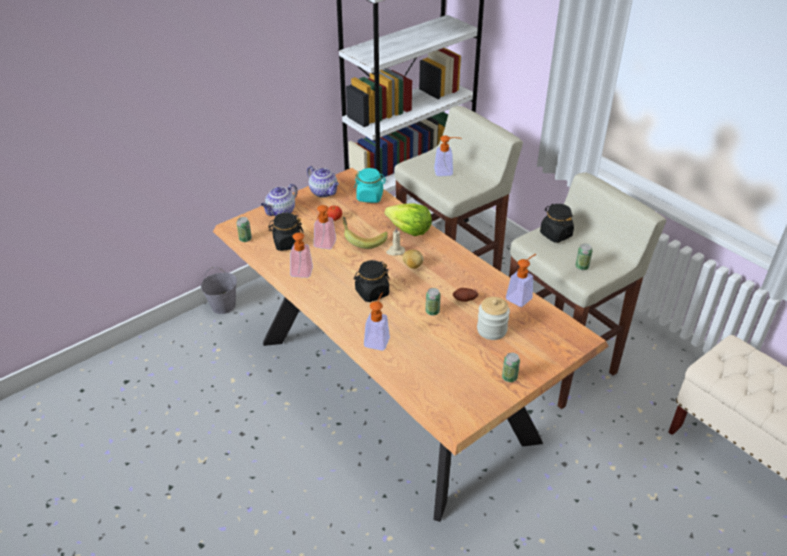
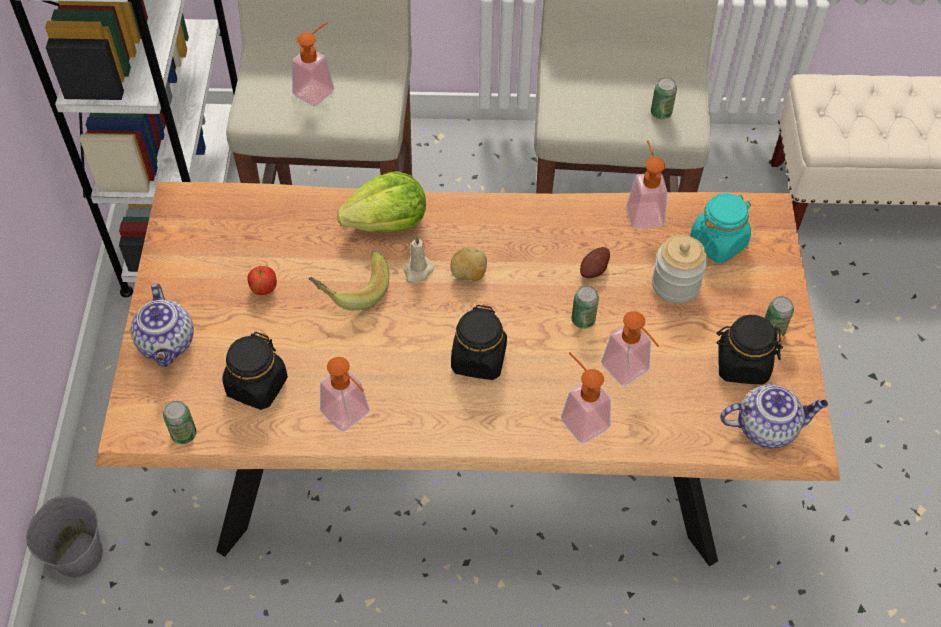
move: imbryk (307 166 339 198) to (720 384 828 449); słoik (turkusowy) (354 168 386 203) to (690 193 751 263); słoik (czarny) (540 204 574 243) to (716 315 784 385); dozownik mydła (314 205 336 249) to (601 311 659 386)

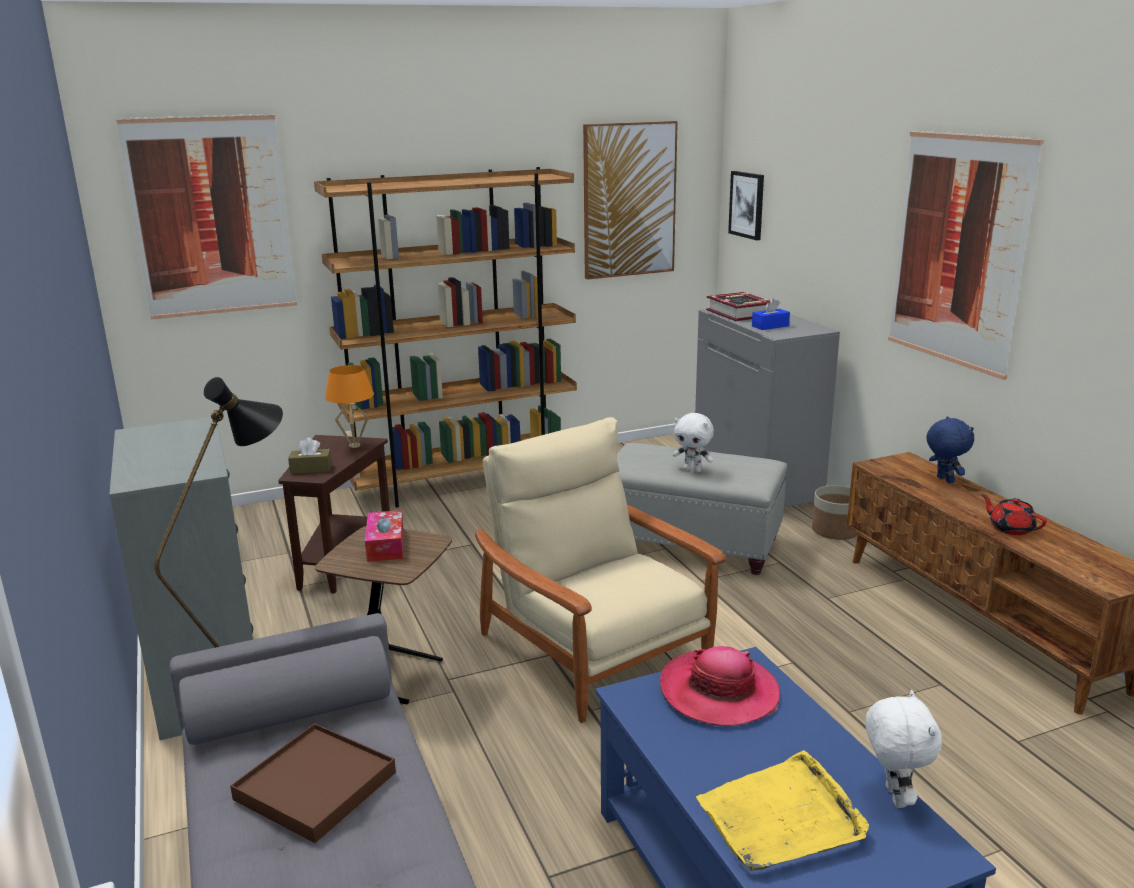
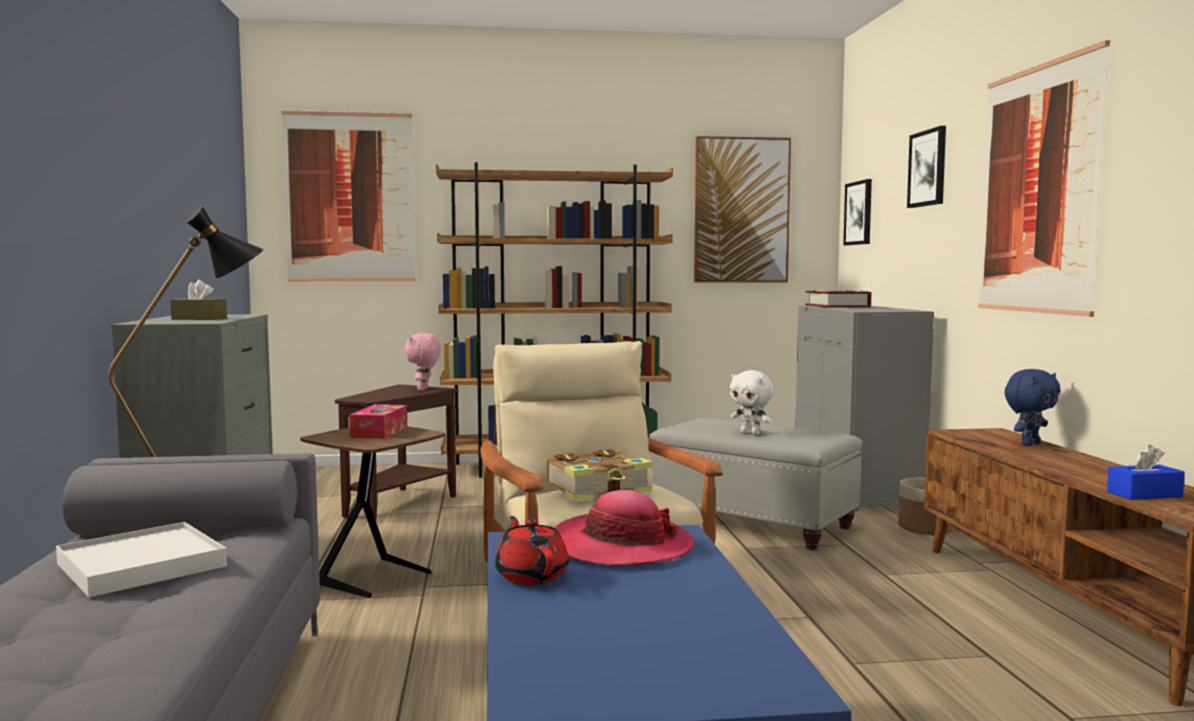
delete: pluszak (biały) (865 690 942 808); taca (żółty) (696 750 869 871)
insert: obraz (907 126 946 208); książka (546 449 652 502)
move: pudełko chusteczek (niebieski) (752 298 790 330) to (1107 445 1185 500); pudełko chusteczek (brązowy) (288 438 332 474) to (170 280 227 320); imbryk (czerwony) (982 495 1047 535) to (495 516 569 585)
replace: lampa stołowa (pomarańczowy) (325 365 374 448) to pluszak (różowy) (405 333 441 391)
recolor: taca (brązowy) (230 723 396 843) to taca (biały) (56 522 227 597)
rotate: pluszak (niebieski) (926 416 974 483) = (1004 369 1061 446) 60 degrees clockwise

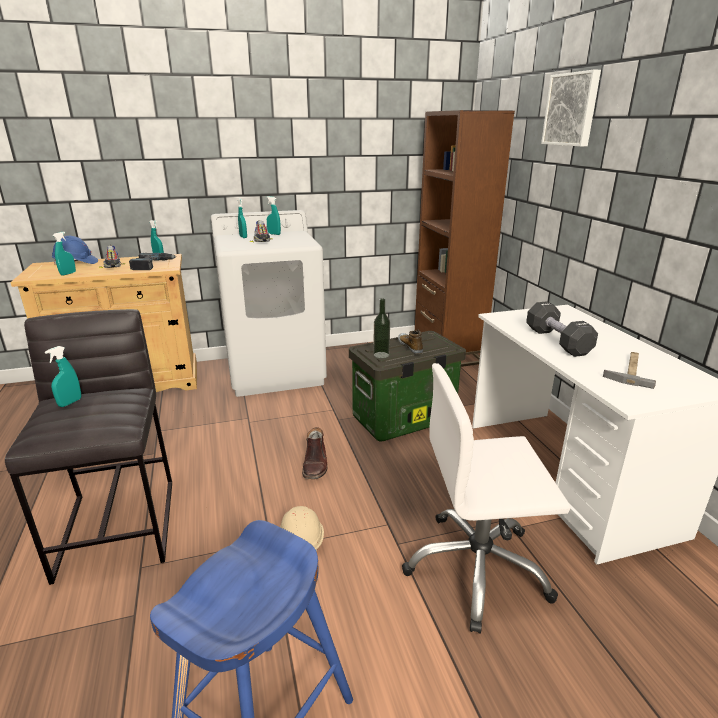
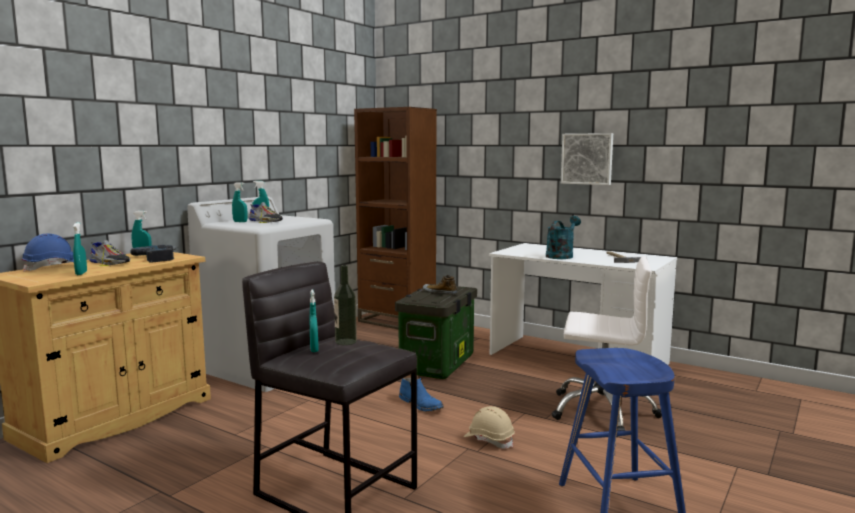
move: obraz (541 70 601 147) to (561 133 613 185); butelka (373 298 390 358) to (334 265 357 345)
replace: hantel (czarny) (526 301 598 357) to konewka (turkusowy) (546 216 581 259)
recolor: but z cholewką (brązowy) (302 427 328 479) to but z cholewką (niebieski) (399 374 444 411)
rotate: krzesło biurowe (biały) (402 363 570 634) = (552 256 662 431) 120 degrees counterclockwise

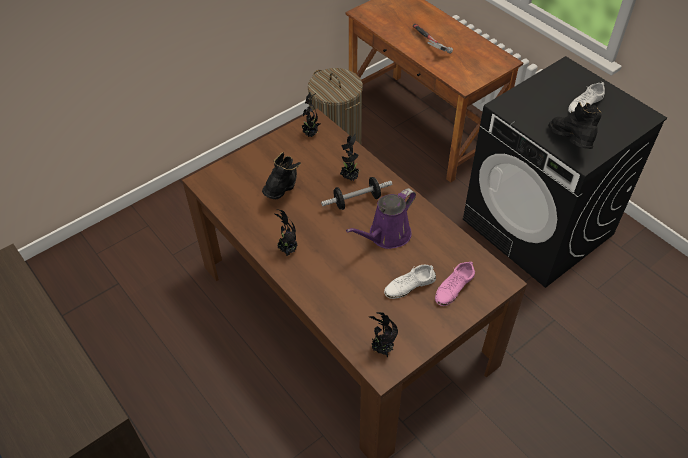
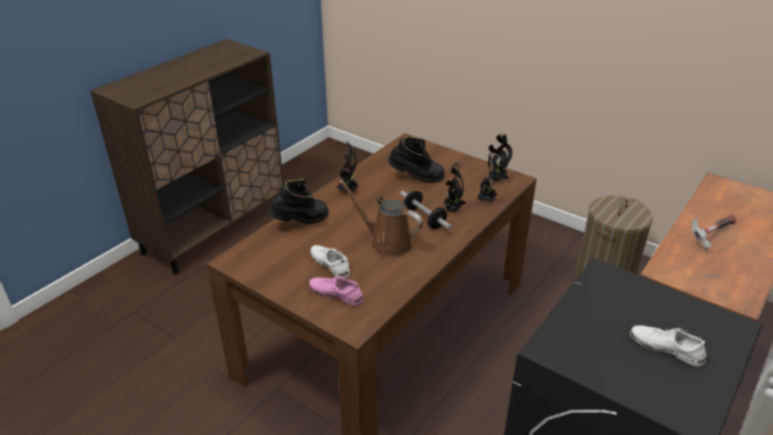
move: but z cholewką (czarny) (548 102 602 149) to (268 179 329 224); roślina doniczkowa (368 312 398 358) to (477 149 497 202)
recolor: konewka (fioletowy) (346 188 416 249) to konewka (brązowy) (340 180 423 257)

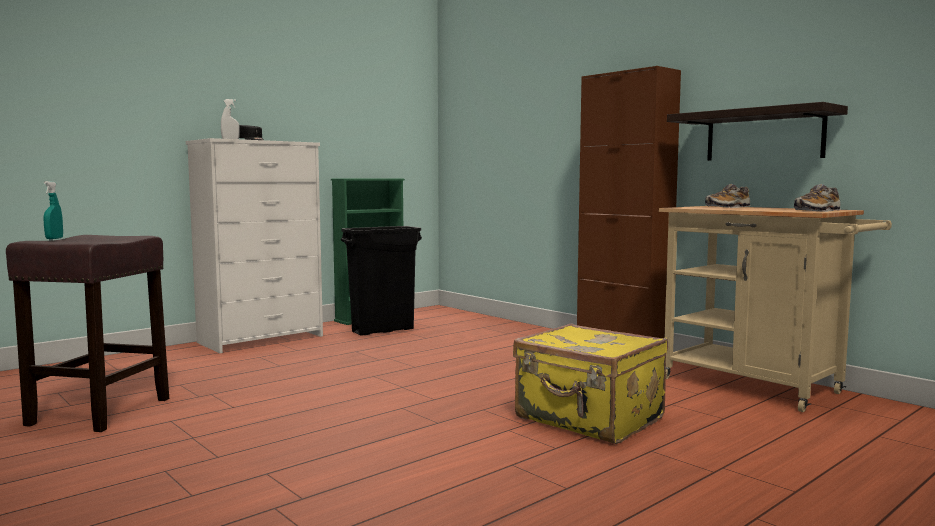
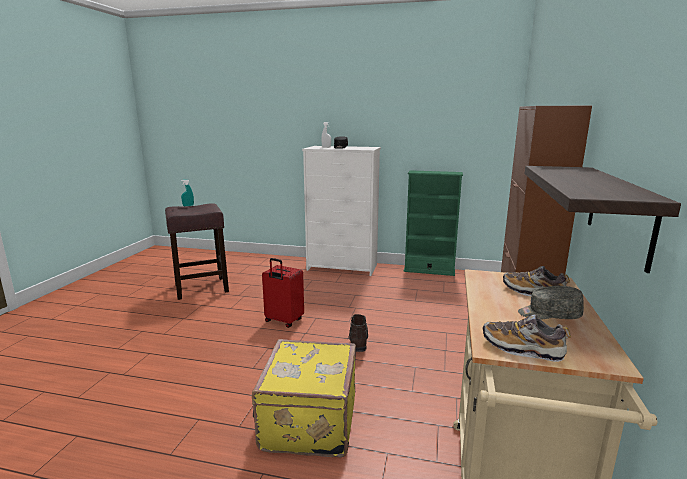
delete: kosz na śmieci (czarny) (341 226 422 336)
insert: walizka (czerwony) (262 258 304 328); czapka z daszkiem (szary) (518 286 584 320); but z cholewką (brązowy) (347 314 368 352)

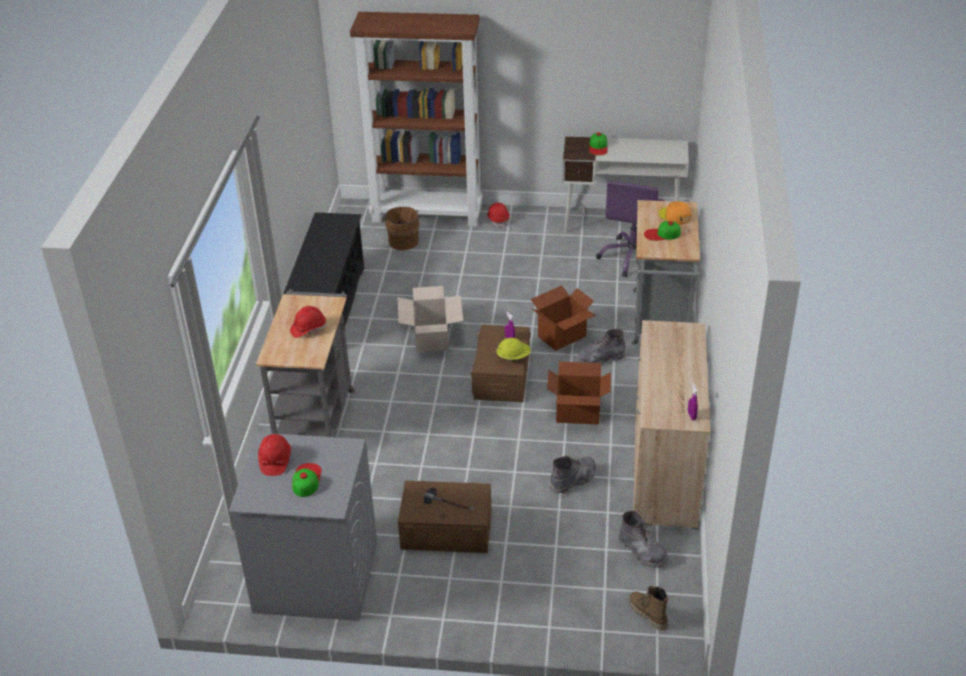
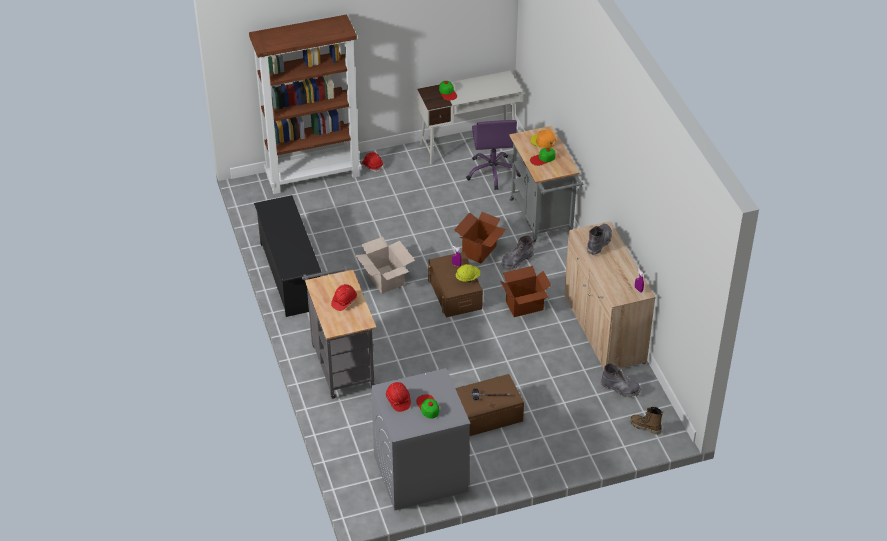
delete: wiadro (brązowy) (383 207 420 250)
move: but z cholewką (szary) (549 456 596 494) to (587 224 612 255)

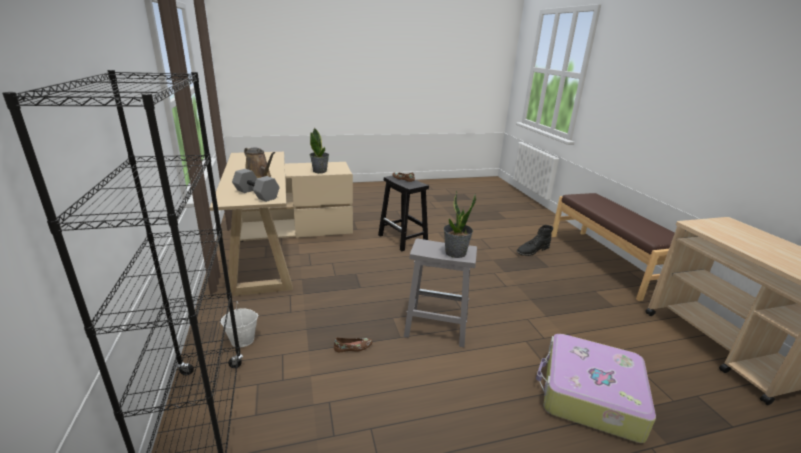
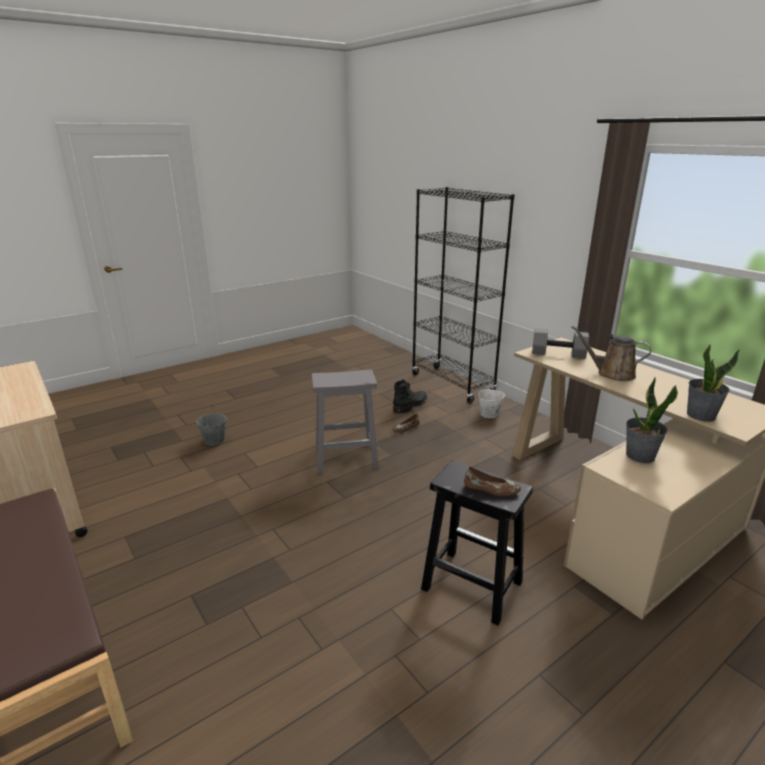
move: roślina doniczkowa (444 190 476 258) to (687 344 740 422); but z cholewką (czarny) (516 225 553 256) to (393 379 427 413)
replace: walizka (536 334 656 443) to wiadro (szary) (196 406 227 446)

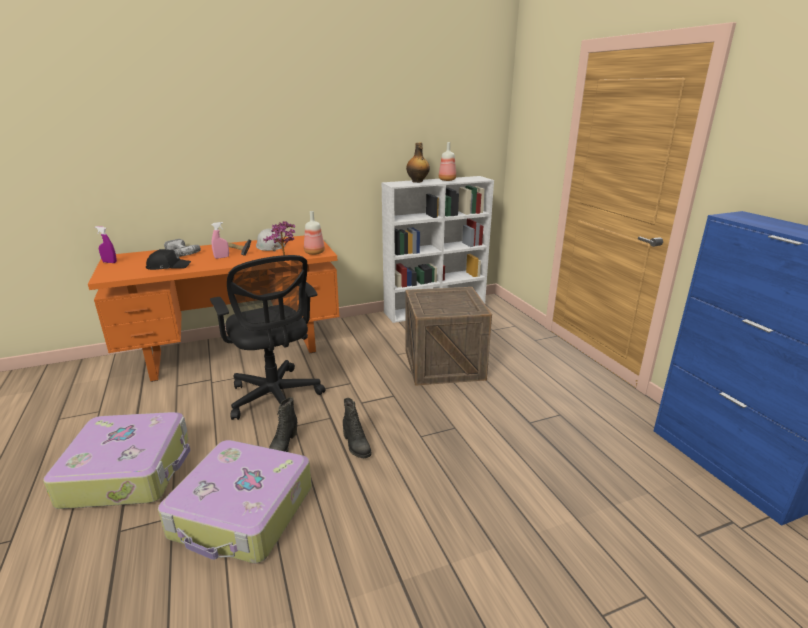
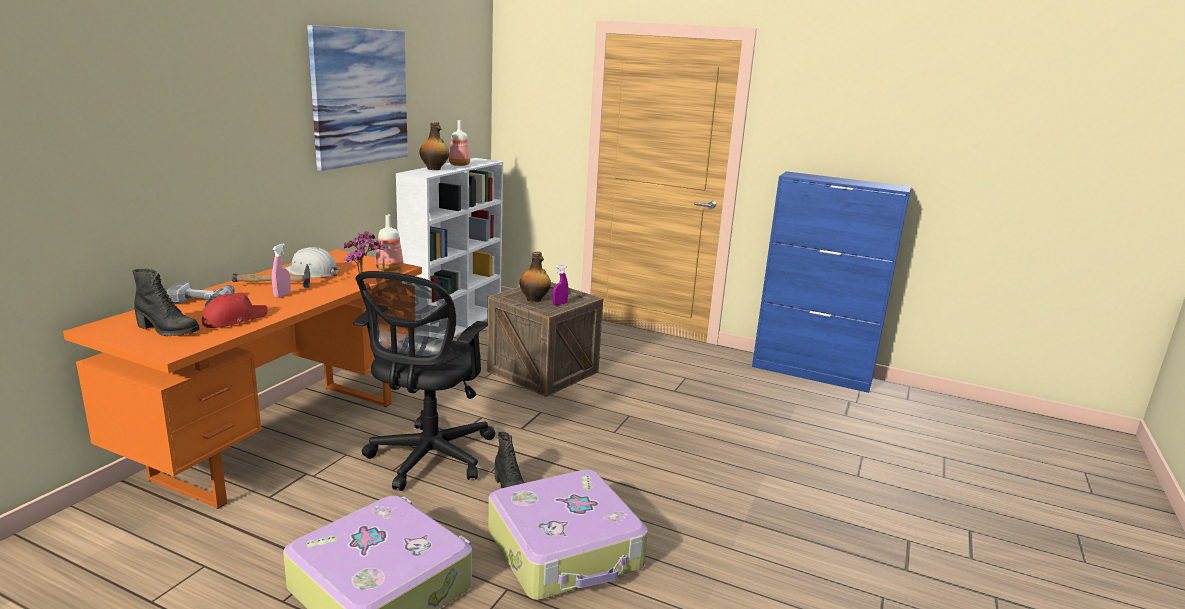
insert: obraz (307 25 408 171); butelka (519 251 551 302)
move: spryskiwacz (fioletowy) (95 226 117 263) to (552 265 568 305); but z cholewką (czarny) (343 398 372 459) to (132 269 200 336)
recolor: czapka z daszkiem (czarny) (146 249 191 270) to czapka z daszkiem (czerwony) (202 292 268 328)
rotate: krzesło biurowe (czarny) (210 255 326 420) = (353 271 495 491) 90 degrees clockwise

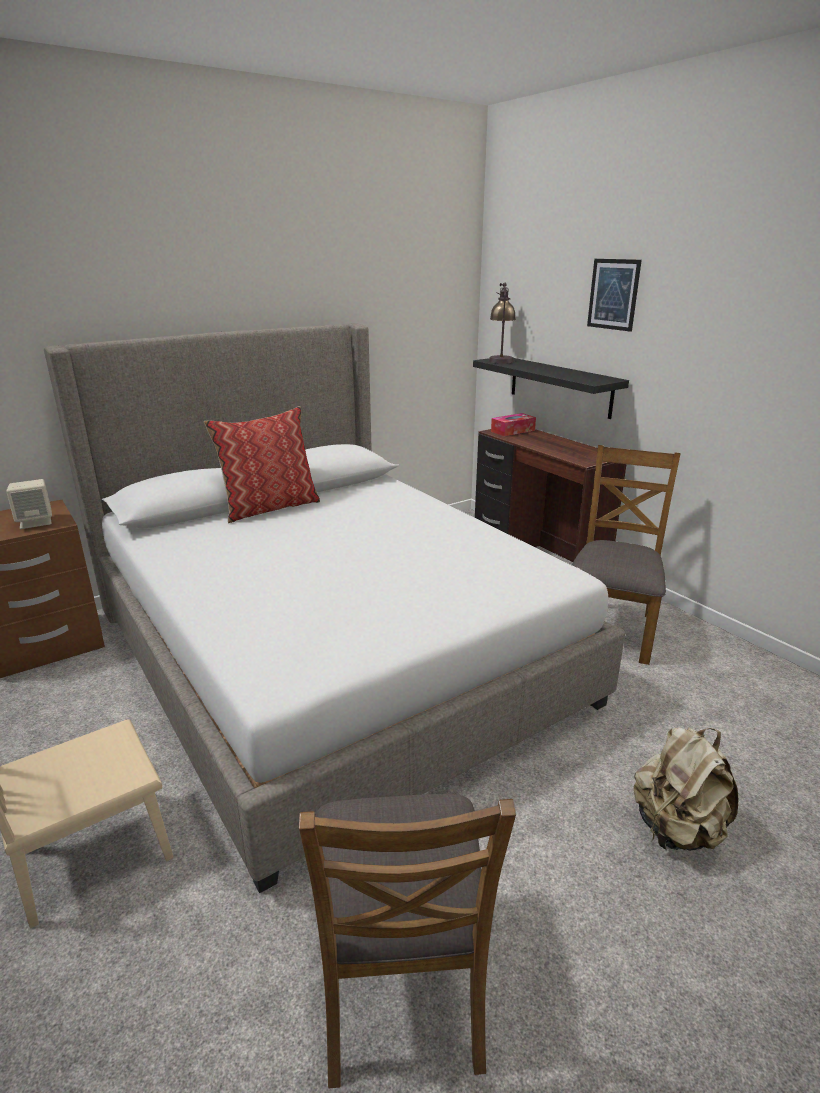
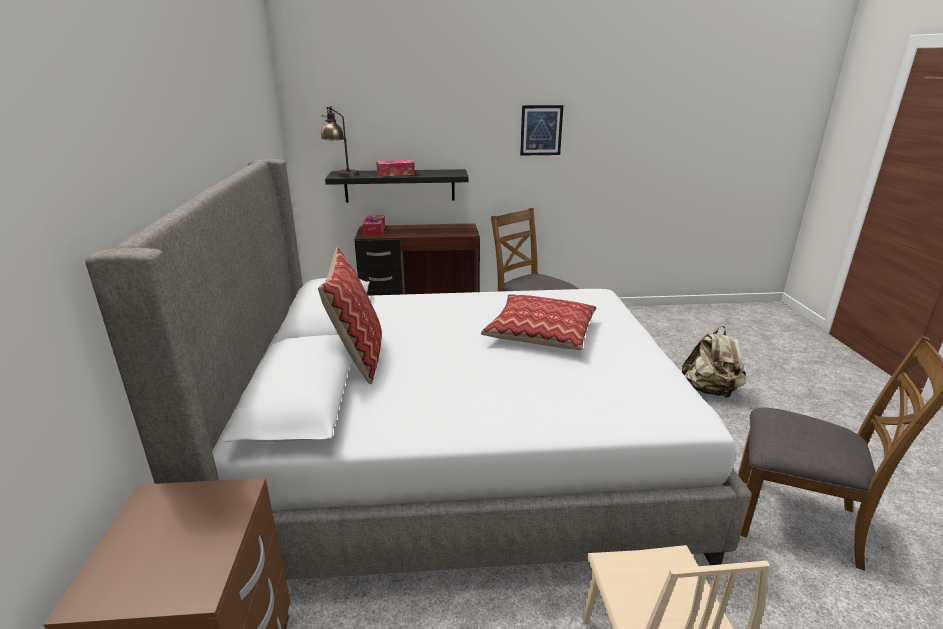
delete: głośnik (beżowy) (6 479 52 529)
insert: pudełko chusteczek (376 160 415 177); poduszka (481 294 596 350)
move: obraz (587 259 642 332) to (520 105 563 156)

